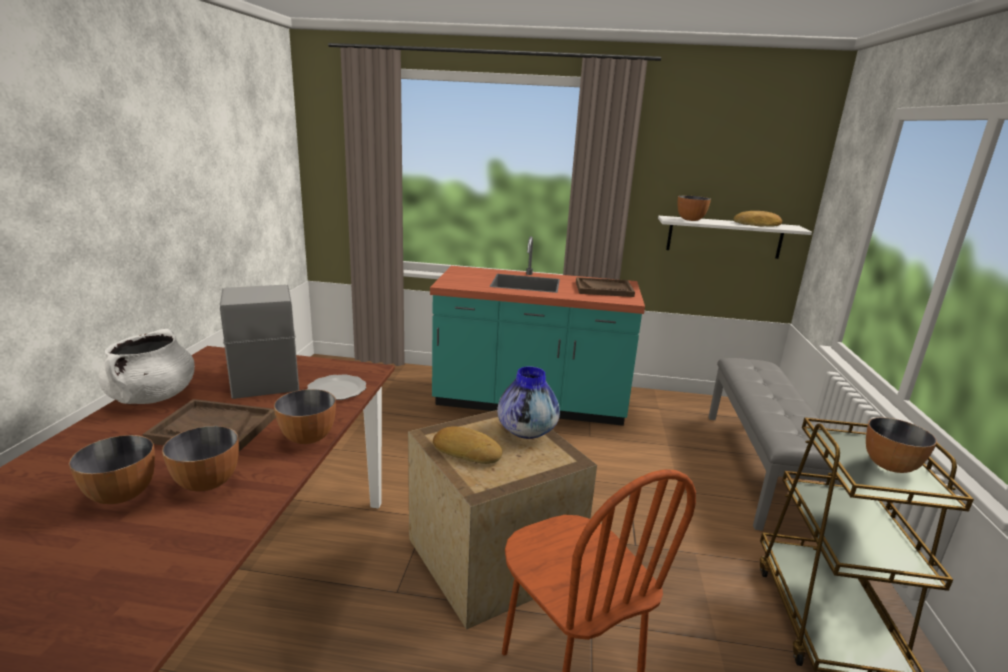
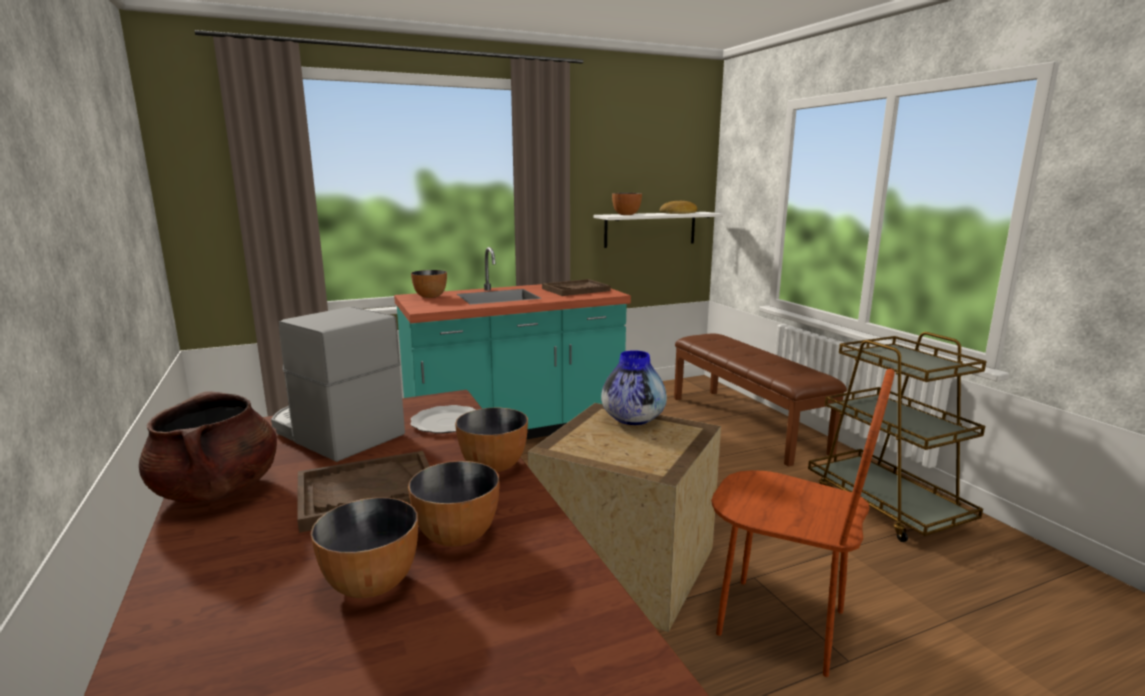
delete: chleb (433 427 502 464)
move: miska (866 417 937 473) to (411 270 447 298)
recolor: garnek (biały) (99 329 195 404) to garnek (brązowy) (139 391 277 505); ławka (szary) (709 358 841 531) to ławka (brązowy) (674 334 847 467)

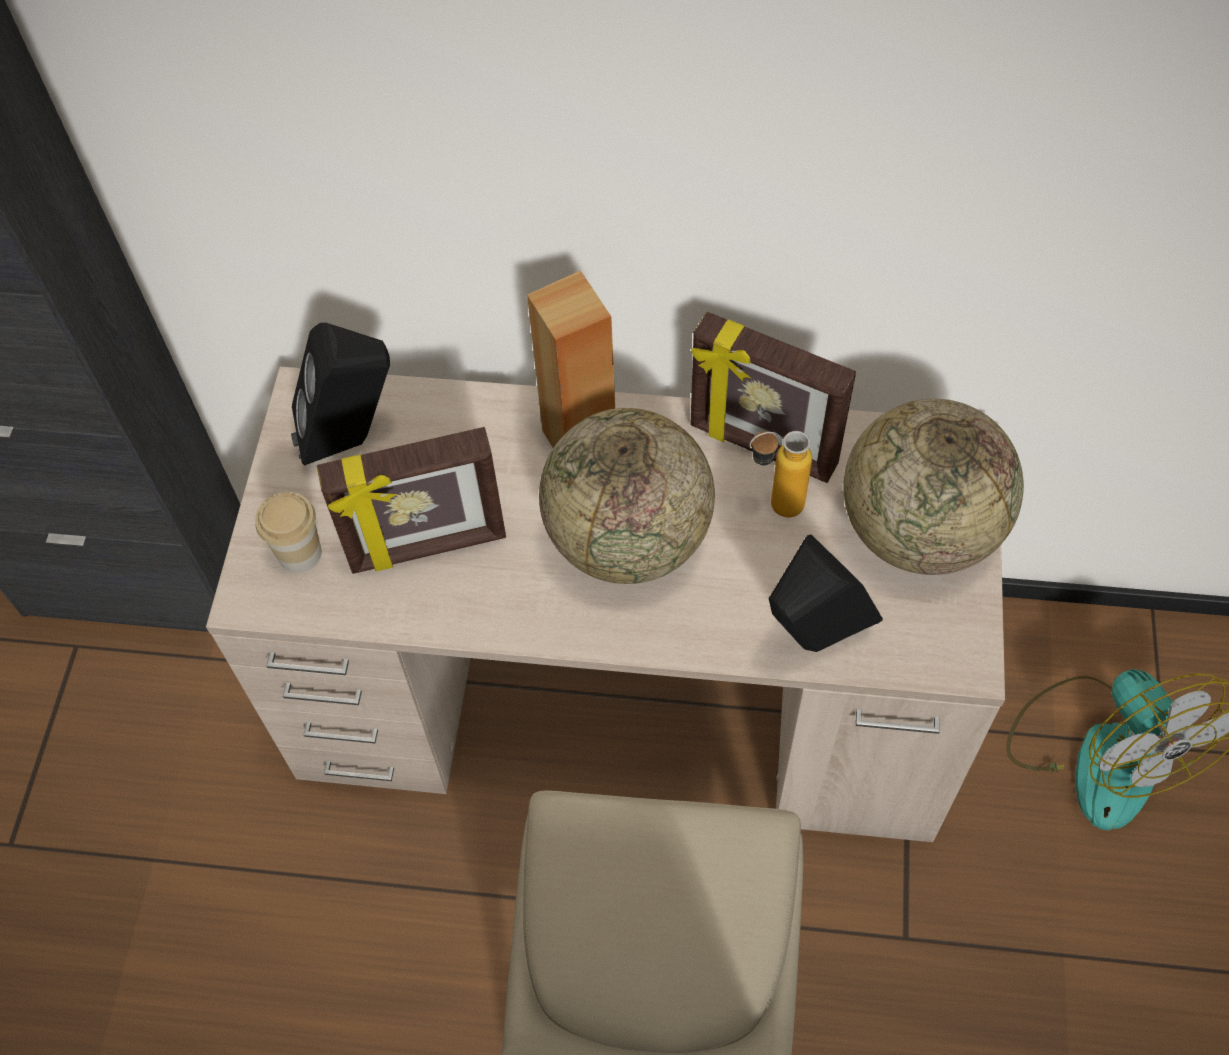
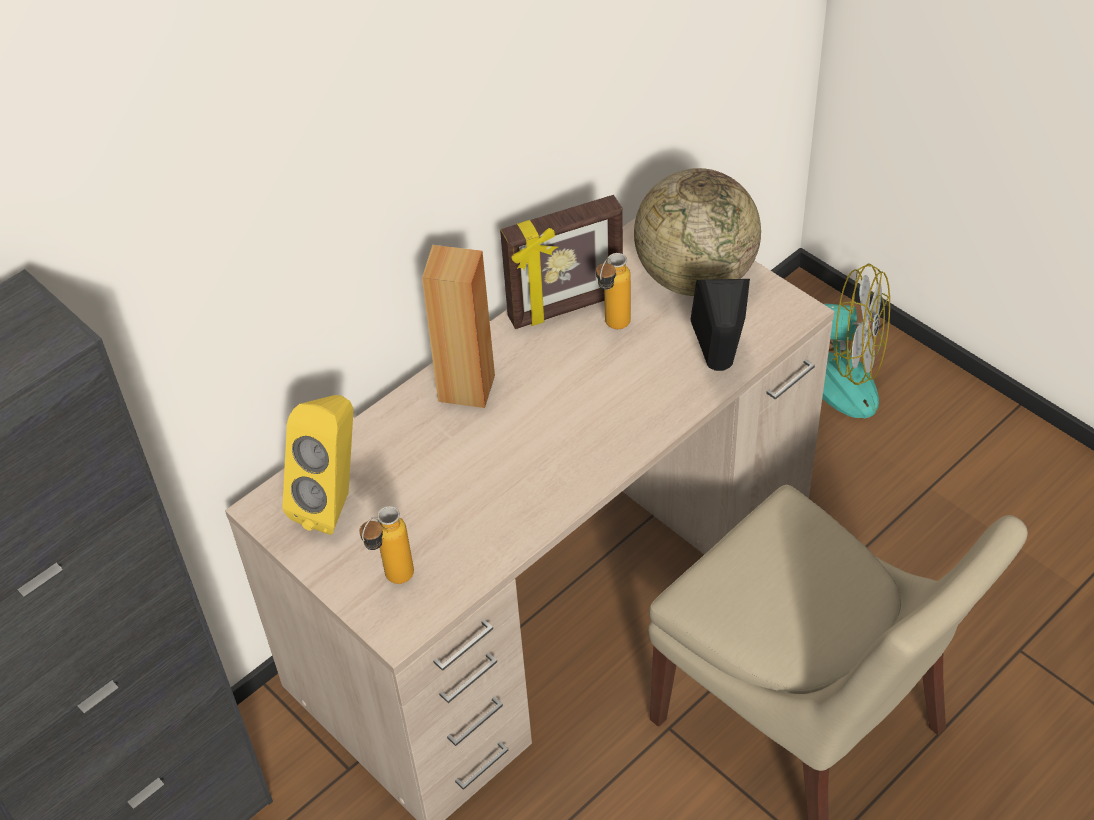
delete: globus (539 408 715 584); ramka na zdjęcie (317 427 506 574)
replace: filiżanka (255 492 322 573) to butelka (359 506 414 584)
recolor: głośnik (czarny) (291 323 390 466) to głośnik (żółty) (282 395 353 535)

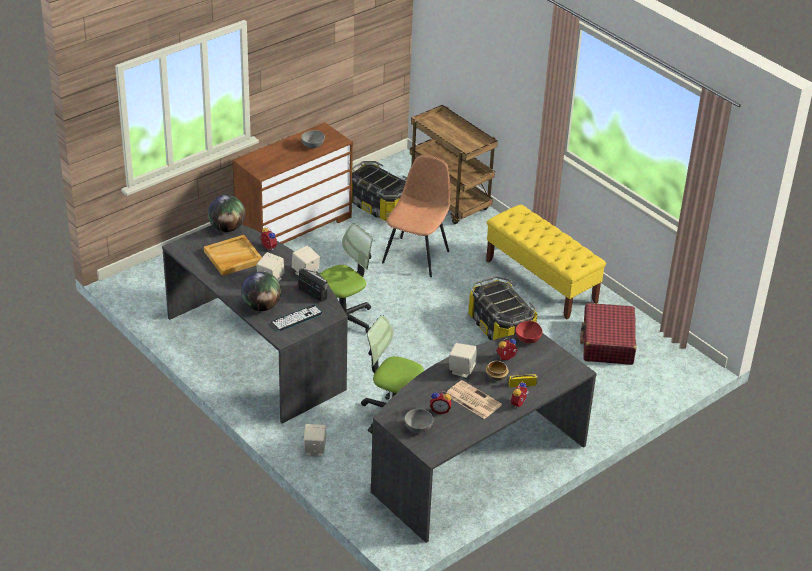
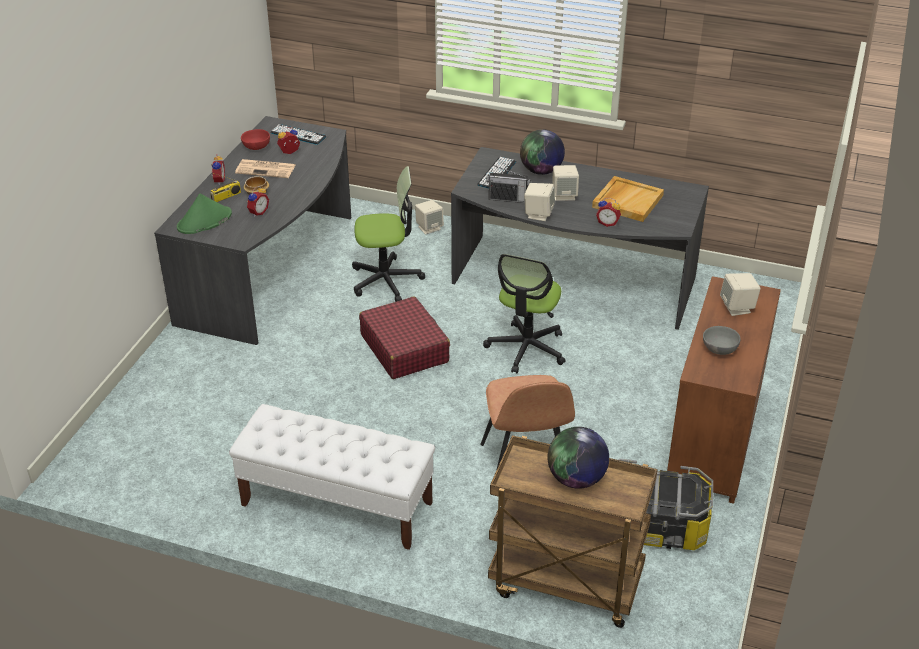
delete: pojemnik do przechowywania (468 276 537 340)
insert: kapelusz (zielony) (177 194 232 234)
move: globus (208 195 245 232) to (548 427 609 489); walizka (czerwony) (580 303 636 365) to (359 296 450 379); miska (czerwony) (516 321 543 343) to (241 129 270 150); głośnik (beżowy) (449 343 477 378) to (720 273 761 316)
replace: miska (szary) (404 409 433 433) to klawiatura (270 124 326 145)
recolor: ławka (żółty) (486 204 606 320) to ławka (biały) (229 404 435 550)

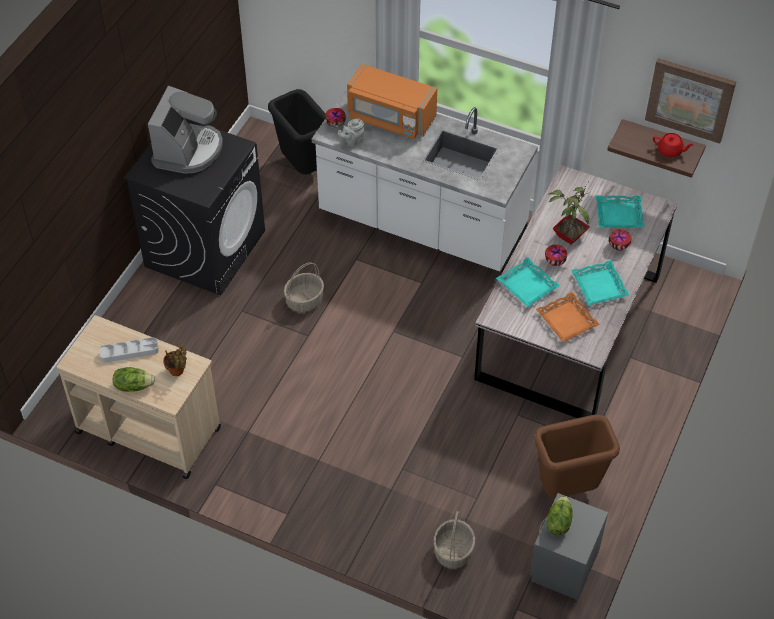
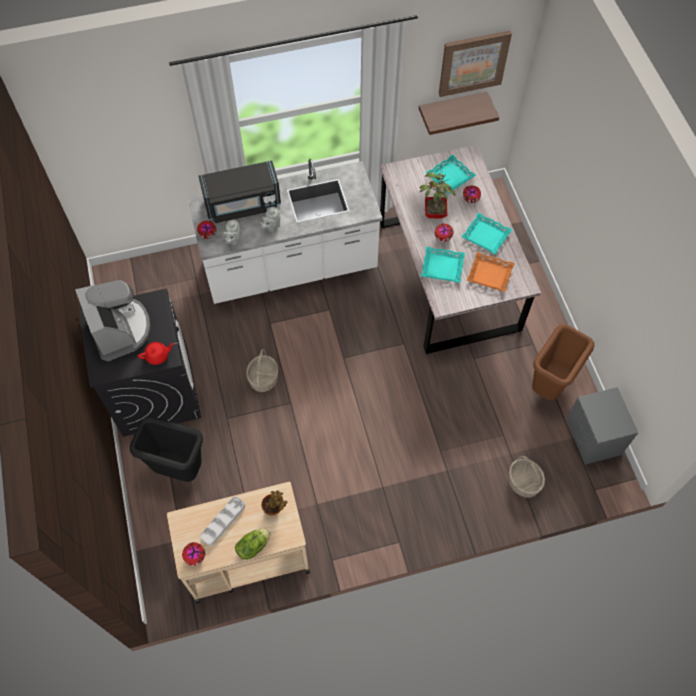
delete: sałata (547 496 573 536)
insert: imbryk (szary) (261 207 280 233); miska (182 542 205 566)
move: kosz na śmieci (czarny) (268 89 325 174) to (130 416 203 482); imbryk (czerwony) (653 133 694 157) to (138 342 174 365)
recolor: mikrofalówka (pomarańczowy) (347 64 437 139) to mikrofalówka (czarny) (198 160 281 223)

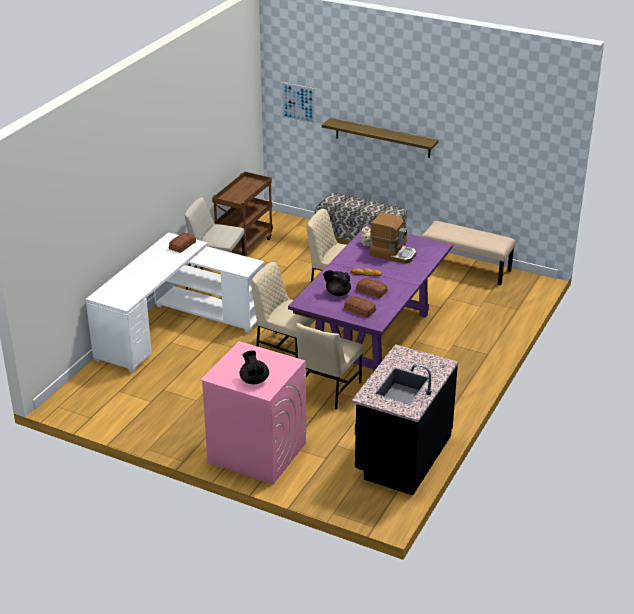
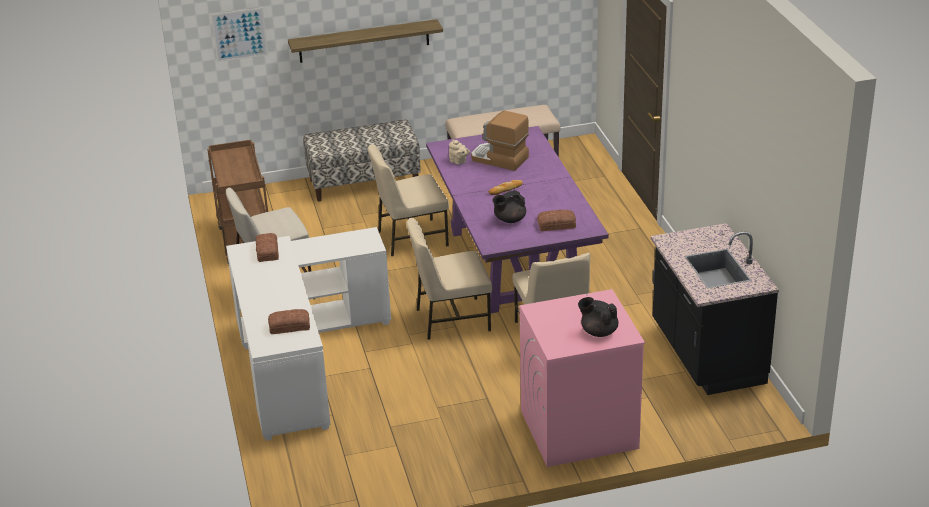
move: chleb (356 278 388 298) to (268 309 310 334)
rotate: ekspres do kawy (370 212 416 264) = (471 111 529 171) 135 degrees counterclockwise

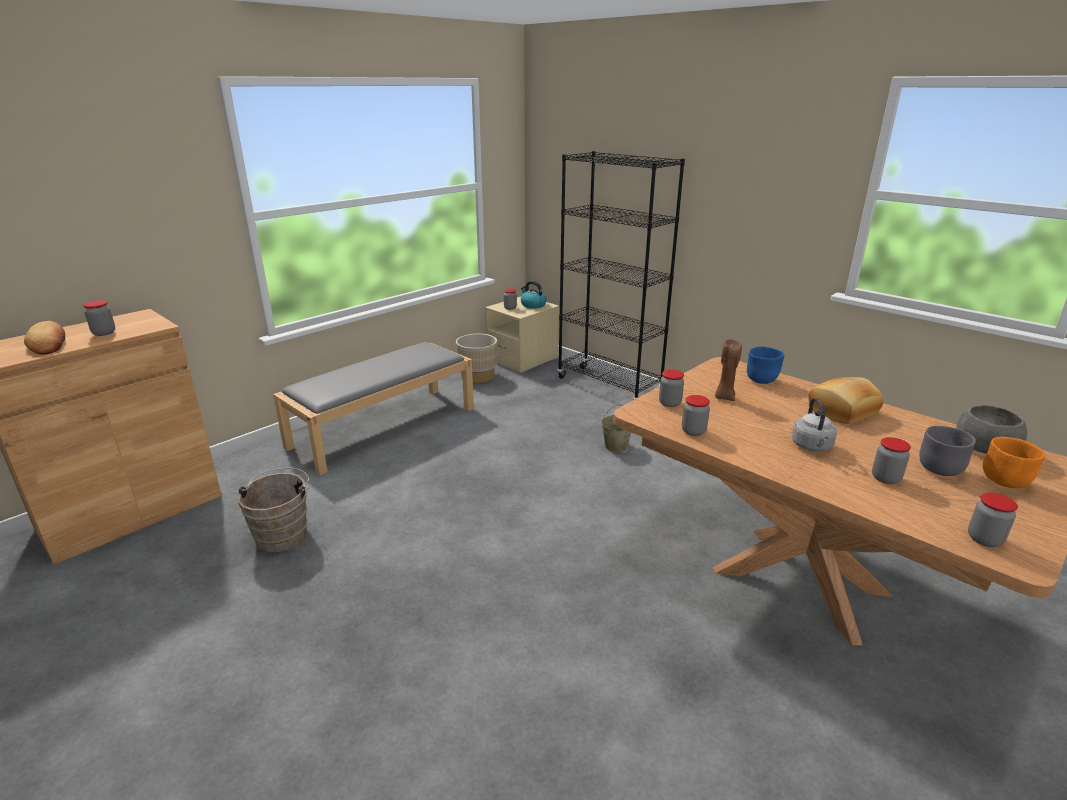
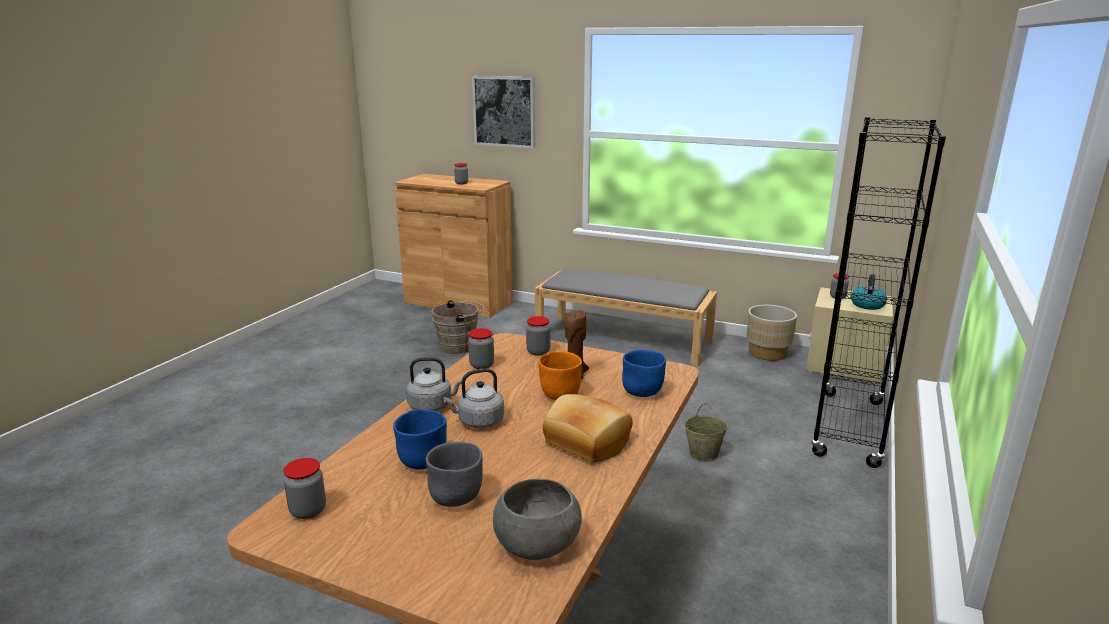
delete: chleb (24 321 65 355)
insert: obraz (472 76 535 148); czajnik (szary) (406 357 463 411)
move: miska (pomarańczowy) (982 437 1046 488) to (538 351 582 400)
replace: słoik (872 437 911 484) to miska (niebieski) (393 409 447 470)

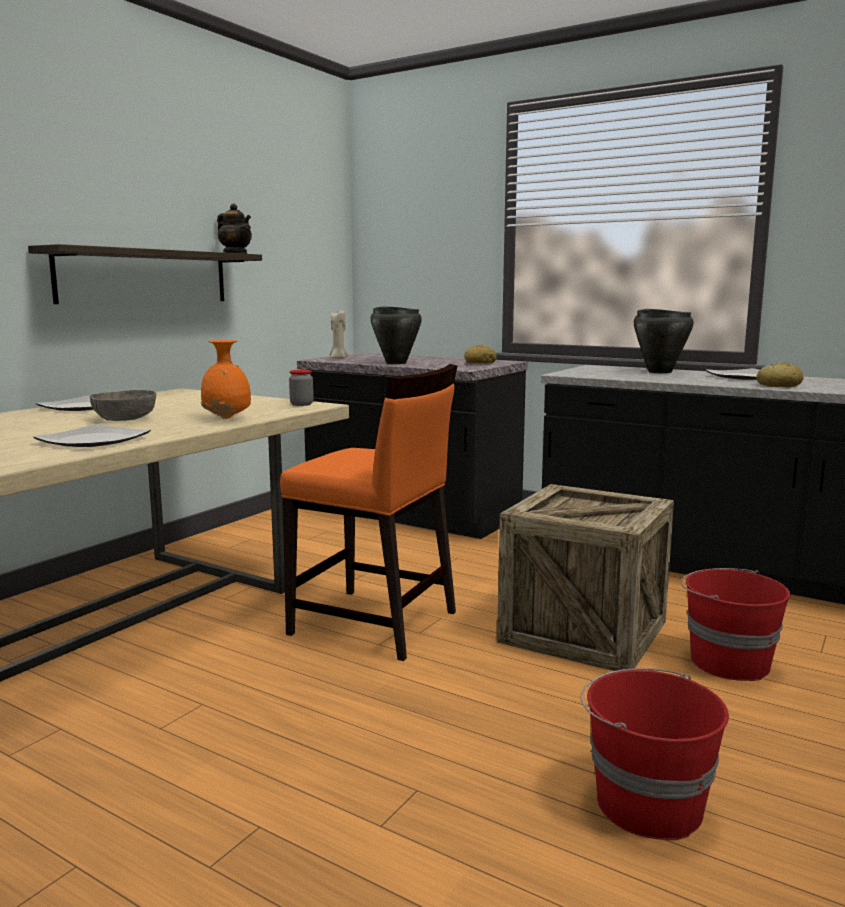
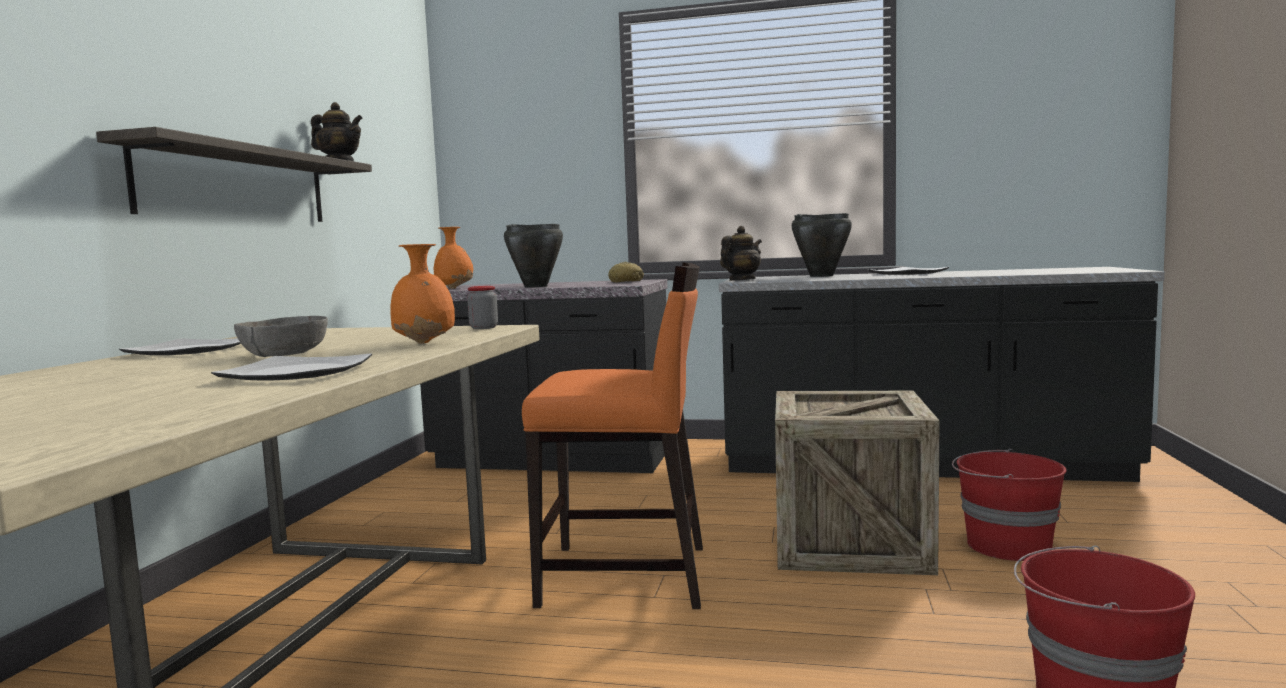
delete: chleb (757 362 804 387)
insert: imbryk (720 226 762 281)
replace: świeca (beżowy) (330 311 348 359) to wazon (pomarańczowy) (433 227 473 289)

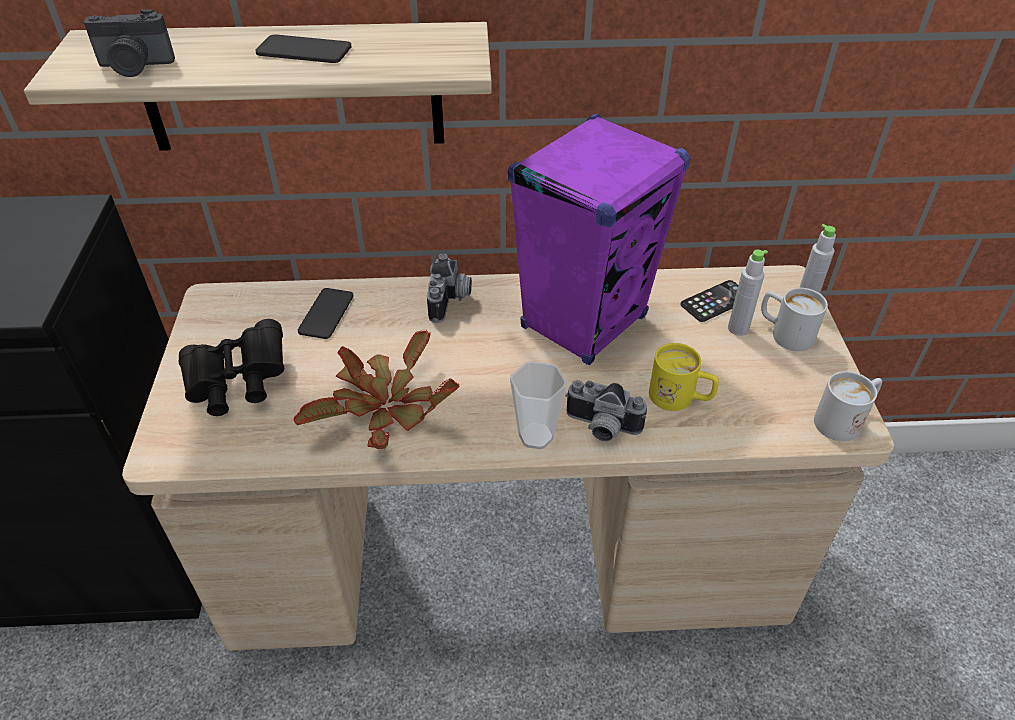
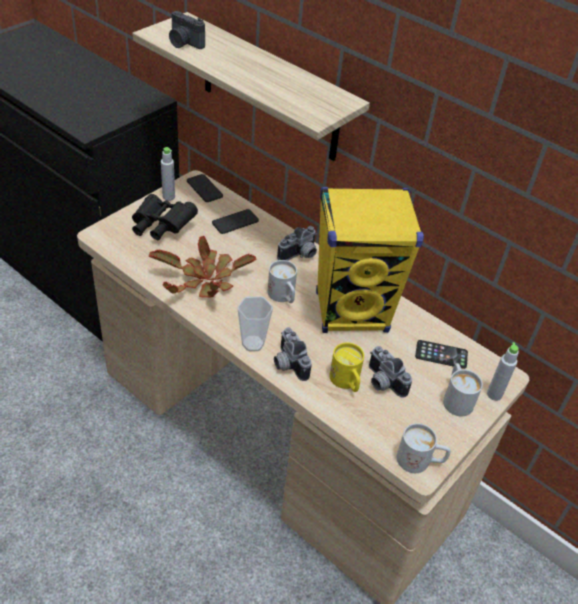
insert: kubek (biały) (268 260 297 303); aparat fotograficzny (369 346 412 398)
move: telefon (255 34 352 63) to (187 174 223 202); butelka (szary) (728 250 768 336) to (161 147 175 201)
recolor: głośnik (fioletowy) (508 114 691 365) to głośnik (żółty) (316 187 424 333)

